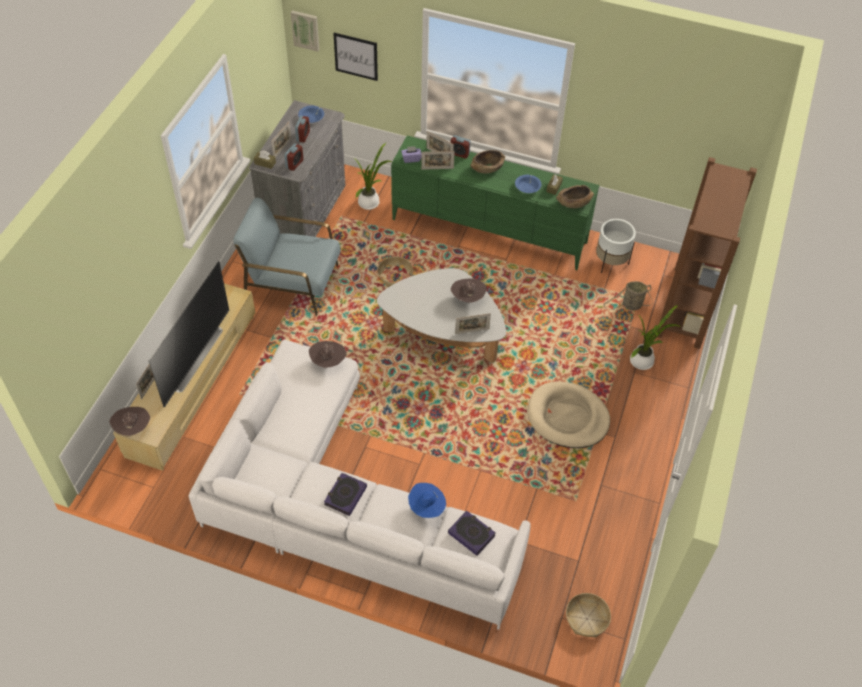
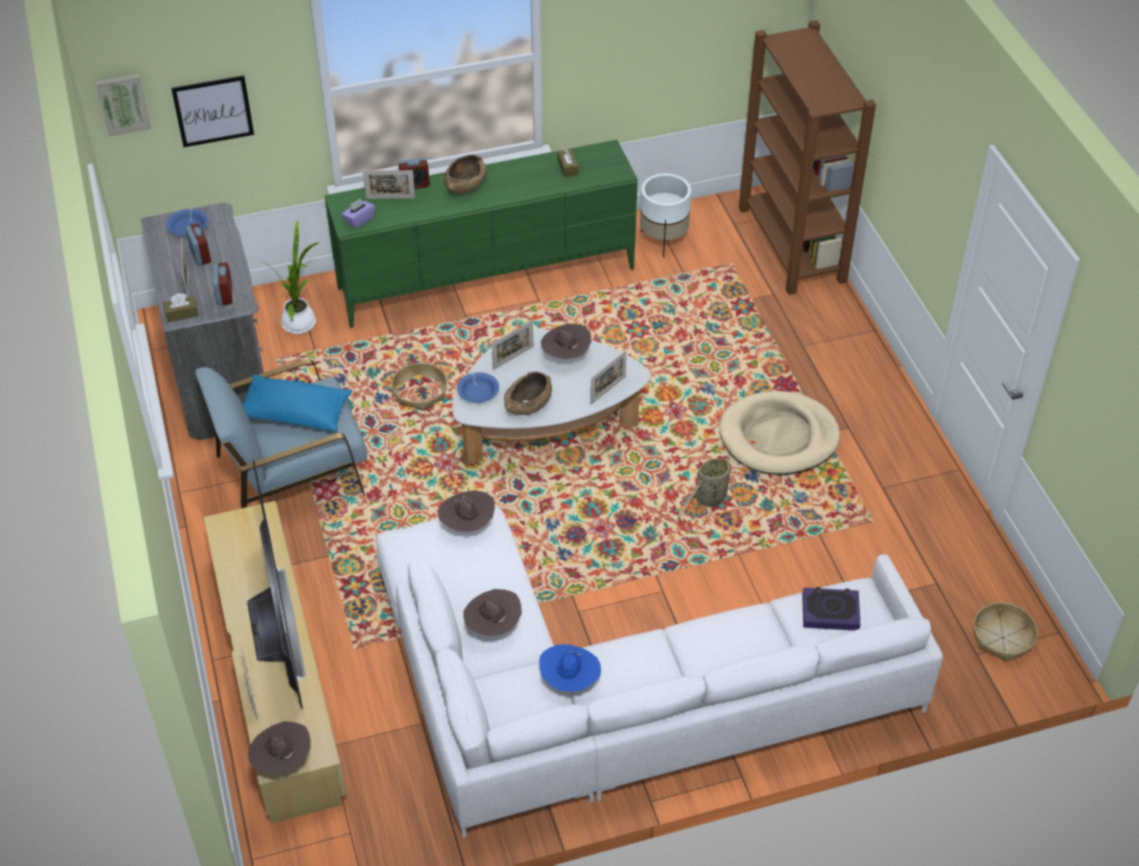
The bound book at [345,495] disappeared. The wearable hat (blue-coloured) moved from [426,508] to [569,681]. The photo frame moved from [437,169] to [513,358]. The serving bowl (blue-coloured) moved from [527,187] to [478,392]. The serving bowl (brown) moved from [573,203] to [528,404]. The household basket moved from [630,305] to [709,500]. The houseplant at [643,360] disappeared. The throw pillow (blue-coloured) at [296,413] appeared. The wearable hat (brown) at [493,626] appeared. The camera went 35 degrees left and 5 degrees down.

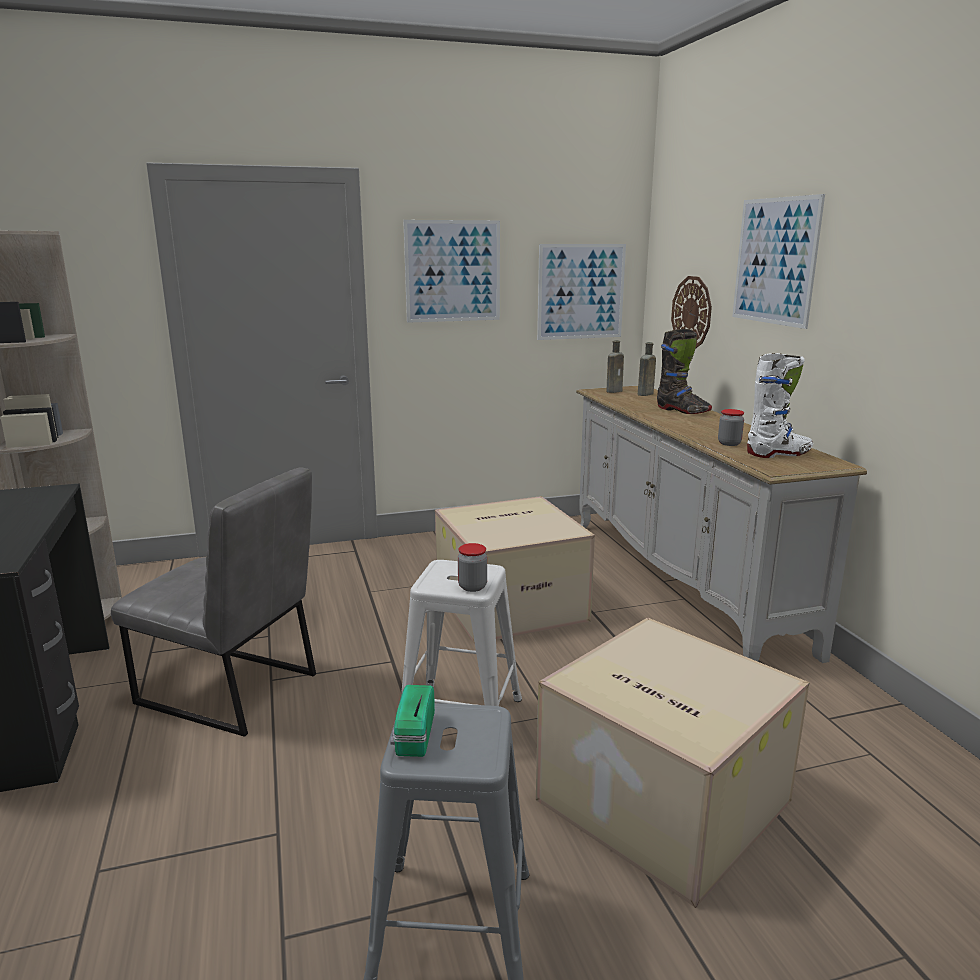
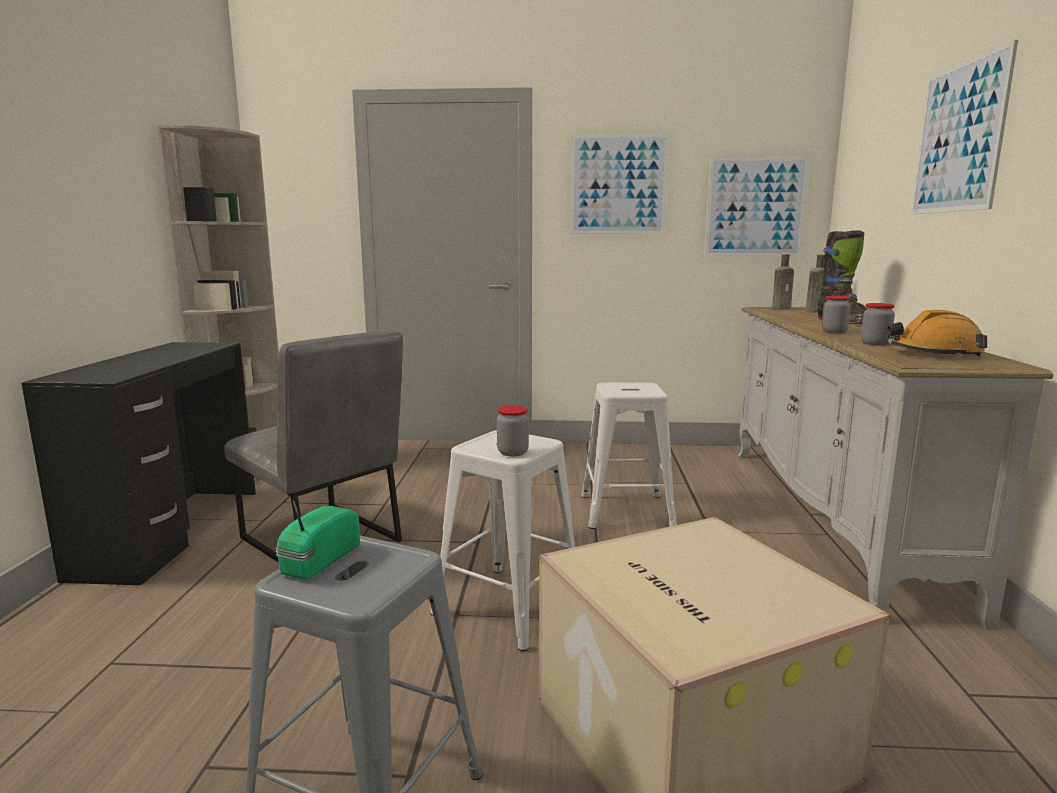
The packing box at [511,604] was replaced by the sitting stool (white) at [626,511]. The clock on the wall at [692,313] disappeared. The boot (white) at [779,454] was replaced by the work helmet (orange) at [933,353]. The jar at [834,332] appeared. The camera went 20 degrees right and 5 degrees down.

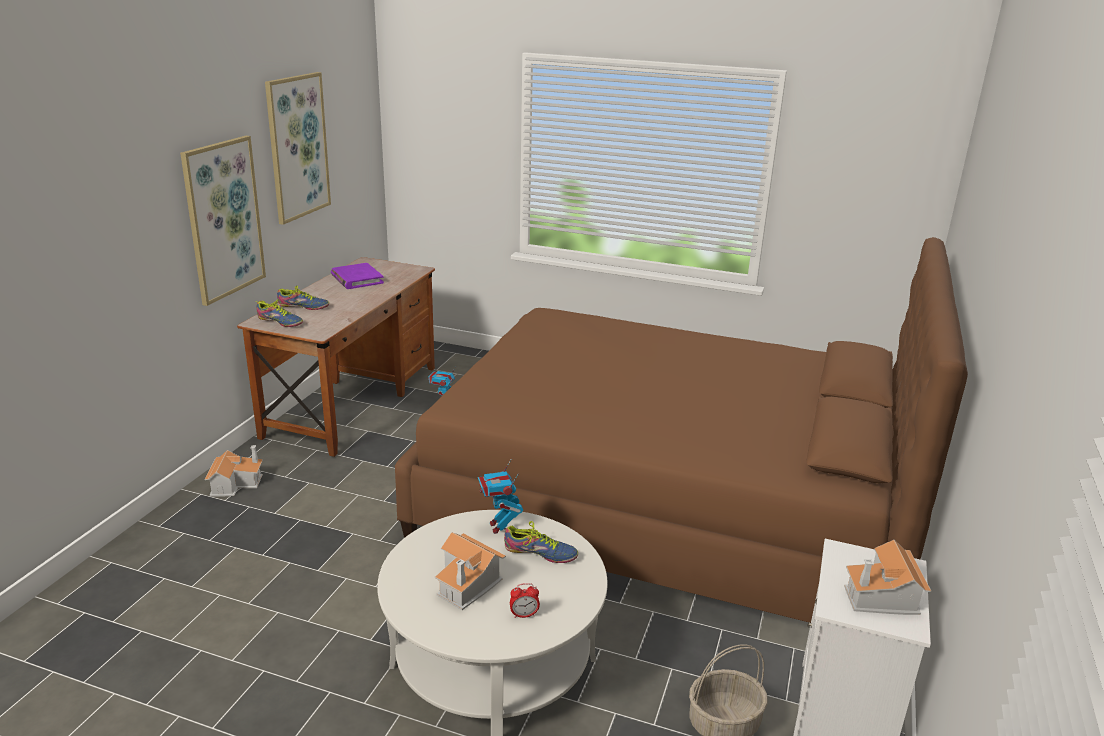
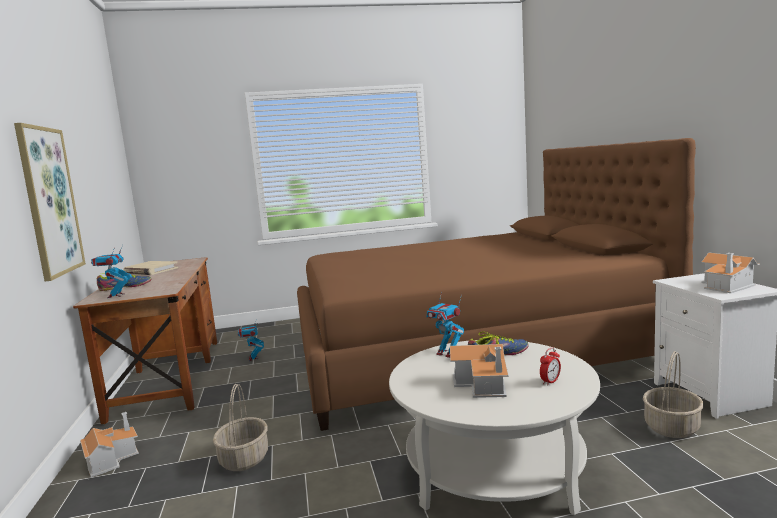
The item of footwear at [280,321] was replaced by the model robot at [116,295]. The wall art at [297,147] disappeared. The bound book (purple) at [356,279] became the bound book (sand-coloured) at [150,271]. The household basket at [244,459] appeared. The camera went 30 degrees left and 15 degrees down.

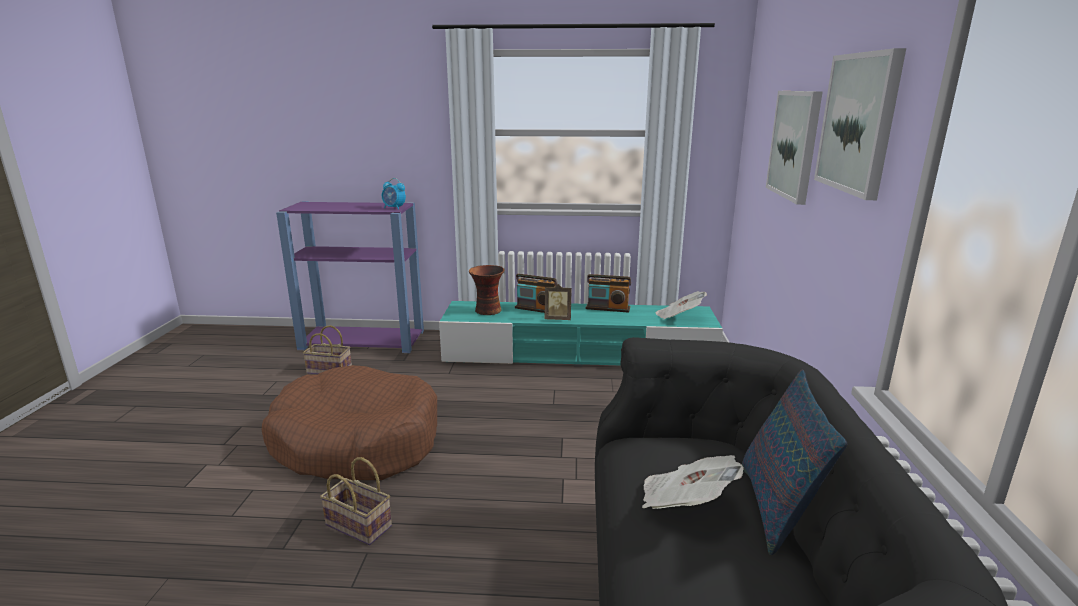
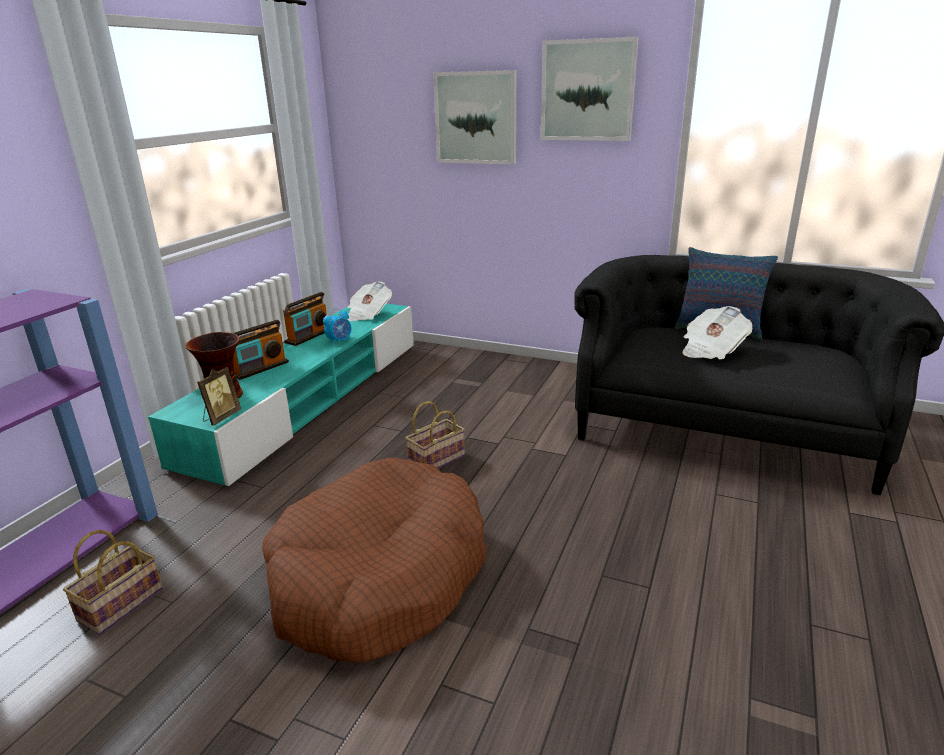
The household basket moved from [361,525] to [437,458]. The bedside clock moved from [394,208] to [339,341]. The photo frame moved from [558,319] to [221,417]. The camera went 70 degrees left and 5 degrees up.

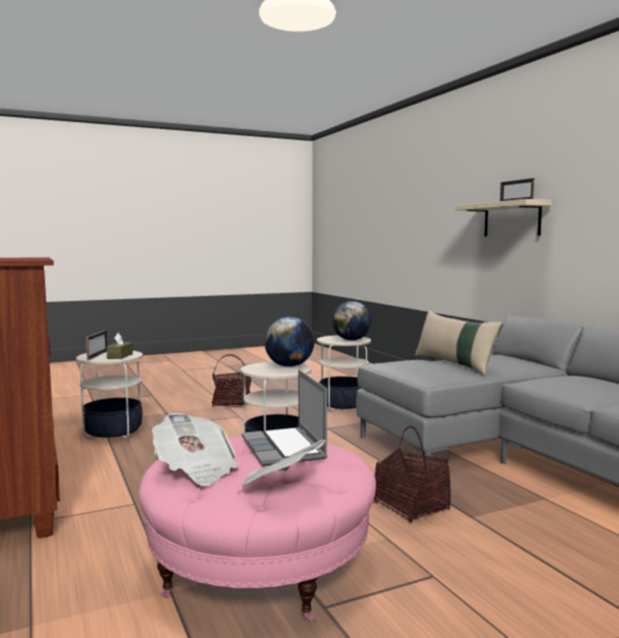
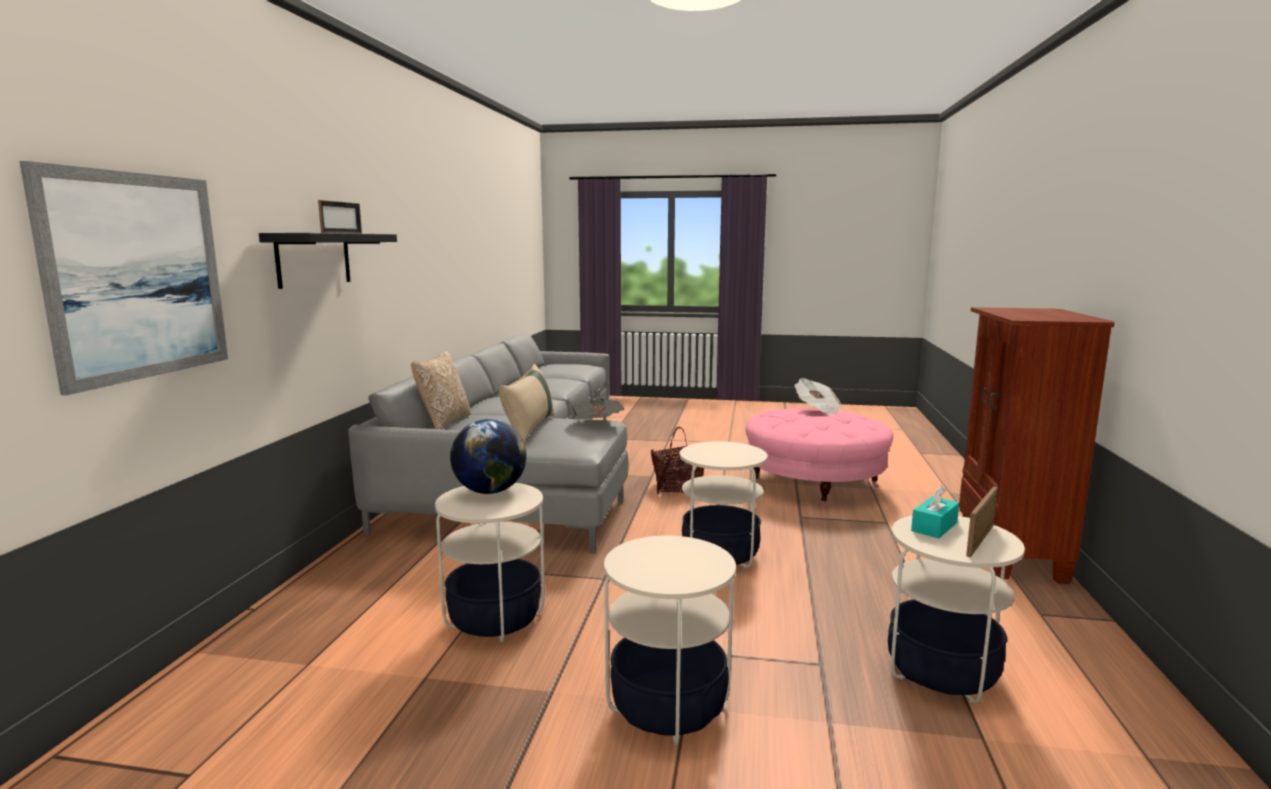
The tissue box (brown) at [120,356] became the tissue box (turquoise-coloured) at [934,527]. The newspaper moved from [195,470] to [597,424]. The household basket at [232,404] was replaced by the accent table (sand-coloured) at [668,709]. The laptop at [284,449] disappeared. The globe at [289,366] disappeared. The bracket shelf (sand-coloured) at [512,219] became the bracket shelf (blackish) at [314,259]. The wall art at [138,276] appeared. The throw pillow at [443,422] appeared. The camera went 145 degrees left and 5 degrees up.

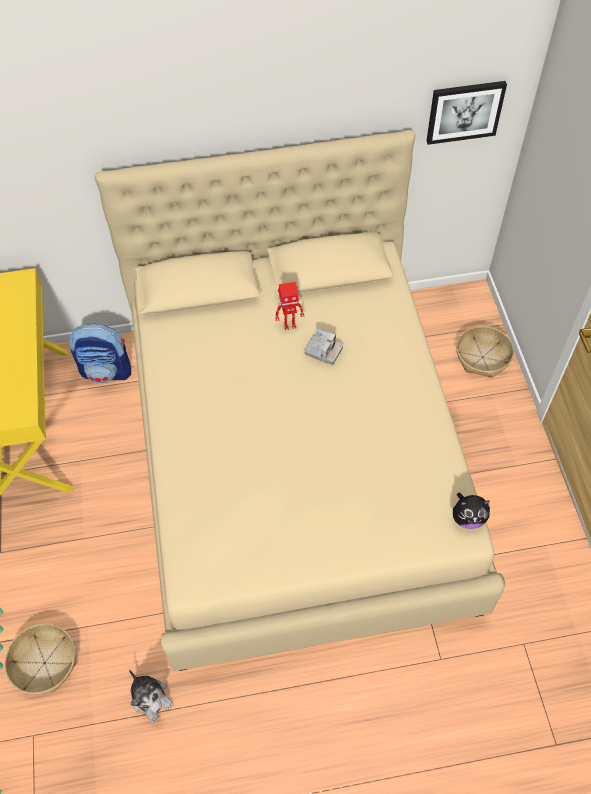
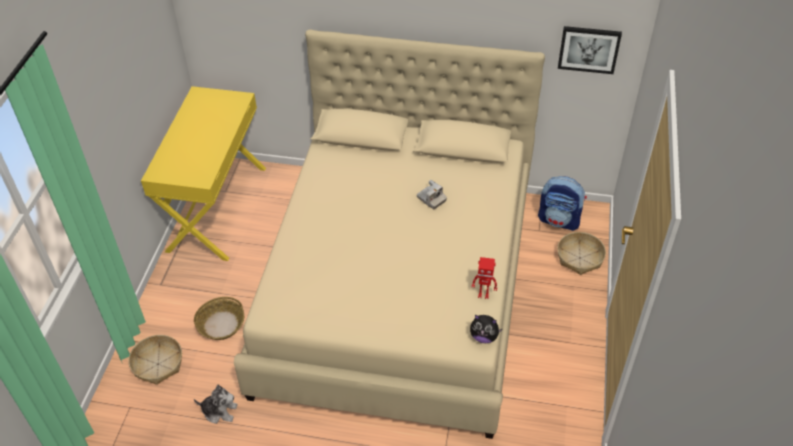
The backpack moved from [107,371] to [559,220]. The cuddly toy at [151,698] turned 60 degrees counterclockwise. The model robot moved from [289,325] to [483,294]. The household basket at [221,324] appeared. The camera went 20 degrees right and 10 degrees down.

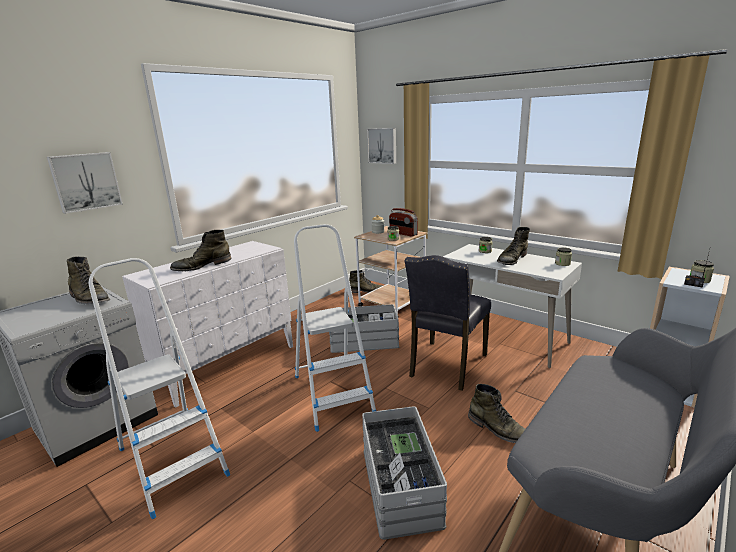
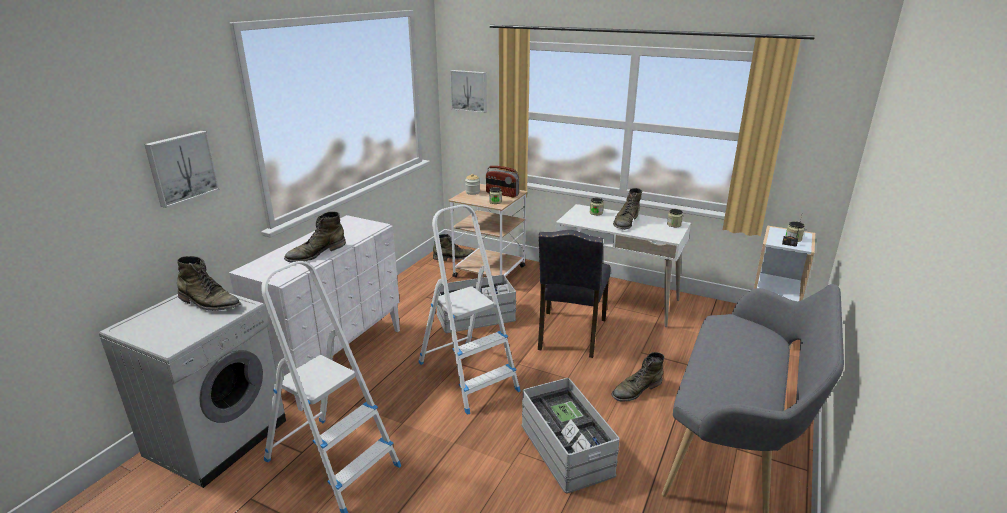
The boot (greenish) at [499,429] turned 120 degrees clockwise. The camera went 15 degrees left and 5 degrees up.

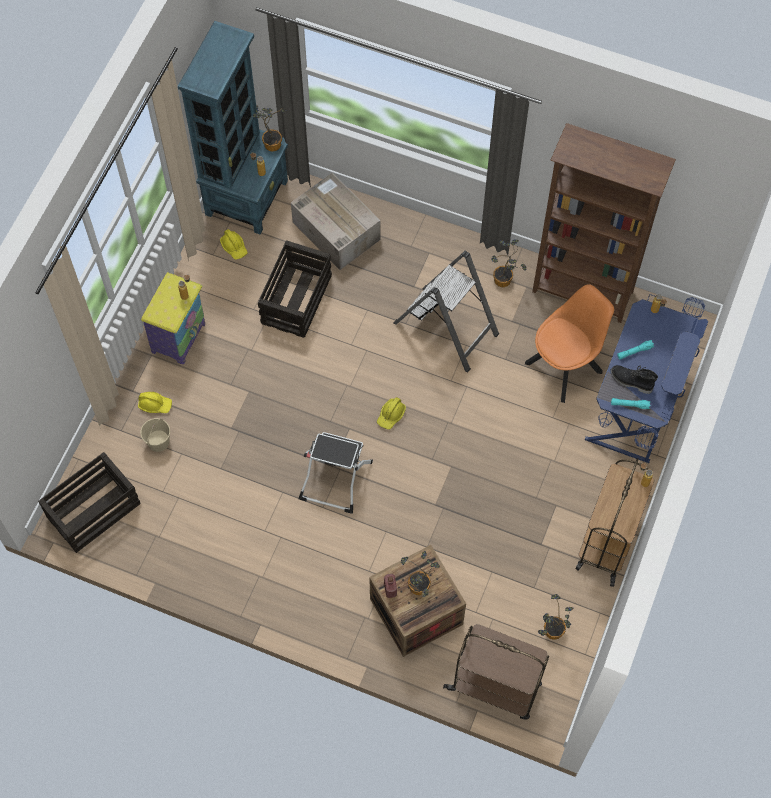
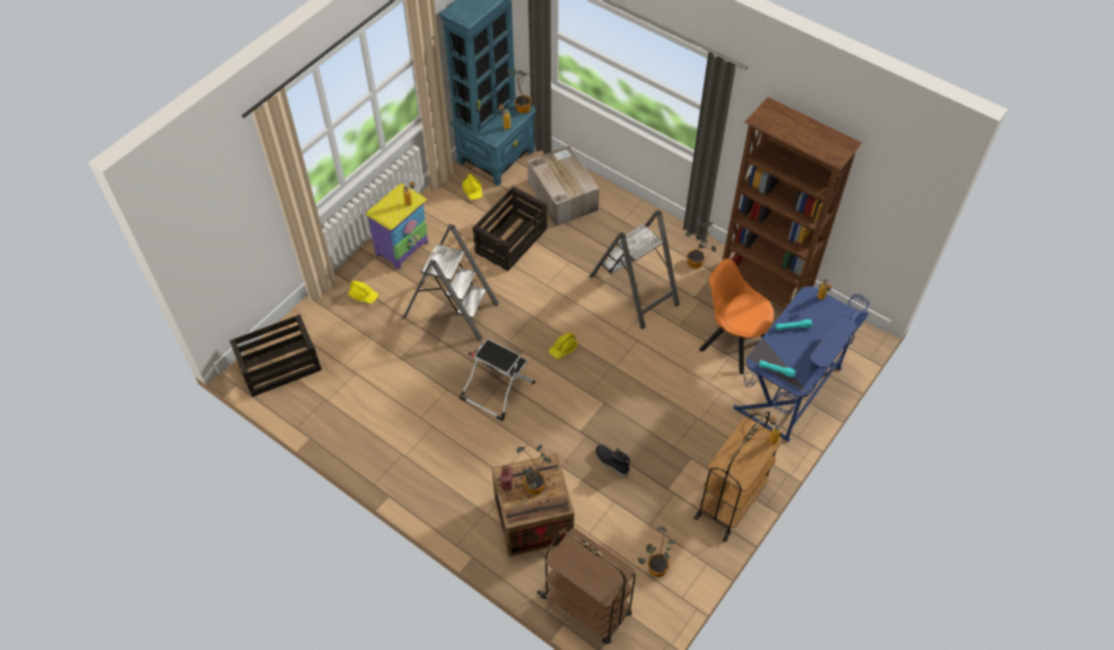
The bucket (sand-coloured) at [158,441] disappeared. The chair (orange) at [565,366] turned 120 degrees counterclockwise. The boot (blackish) moved from [631,382] to [611,462]. The stepladder (gray) at [449,309] appeared. The camera went 15 degrees right and 10 degrees down.

